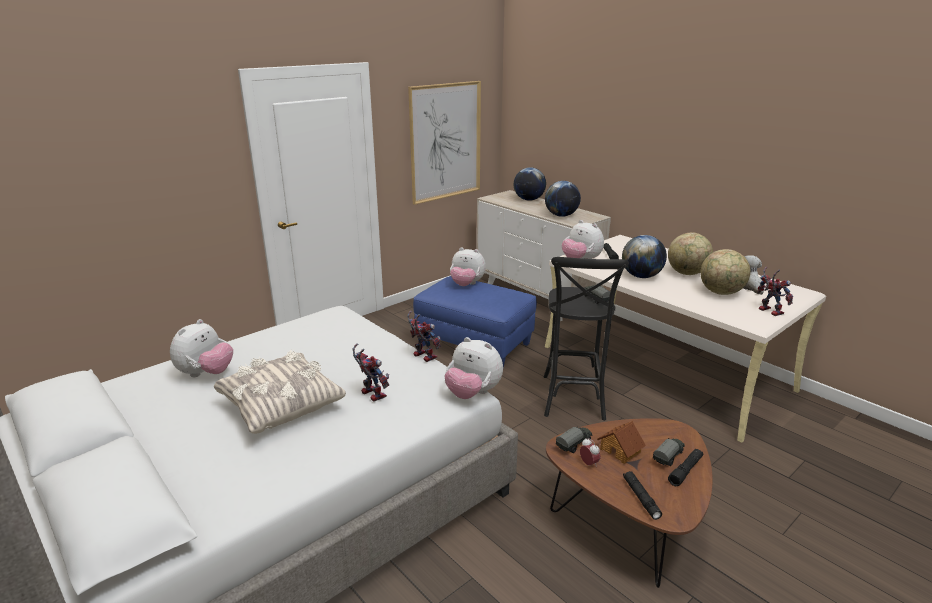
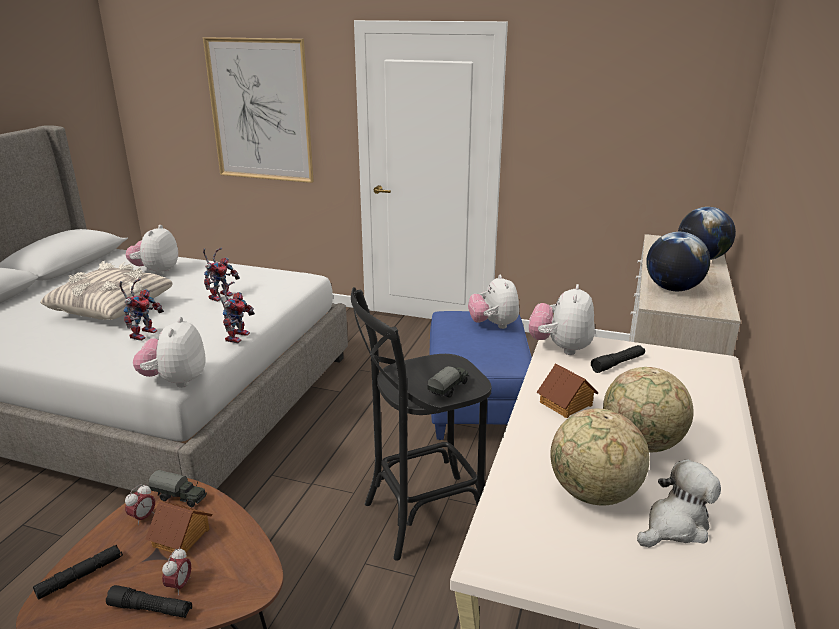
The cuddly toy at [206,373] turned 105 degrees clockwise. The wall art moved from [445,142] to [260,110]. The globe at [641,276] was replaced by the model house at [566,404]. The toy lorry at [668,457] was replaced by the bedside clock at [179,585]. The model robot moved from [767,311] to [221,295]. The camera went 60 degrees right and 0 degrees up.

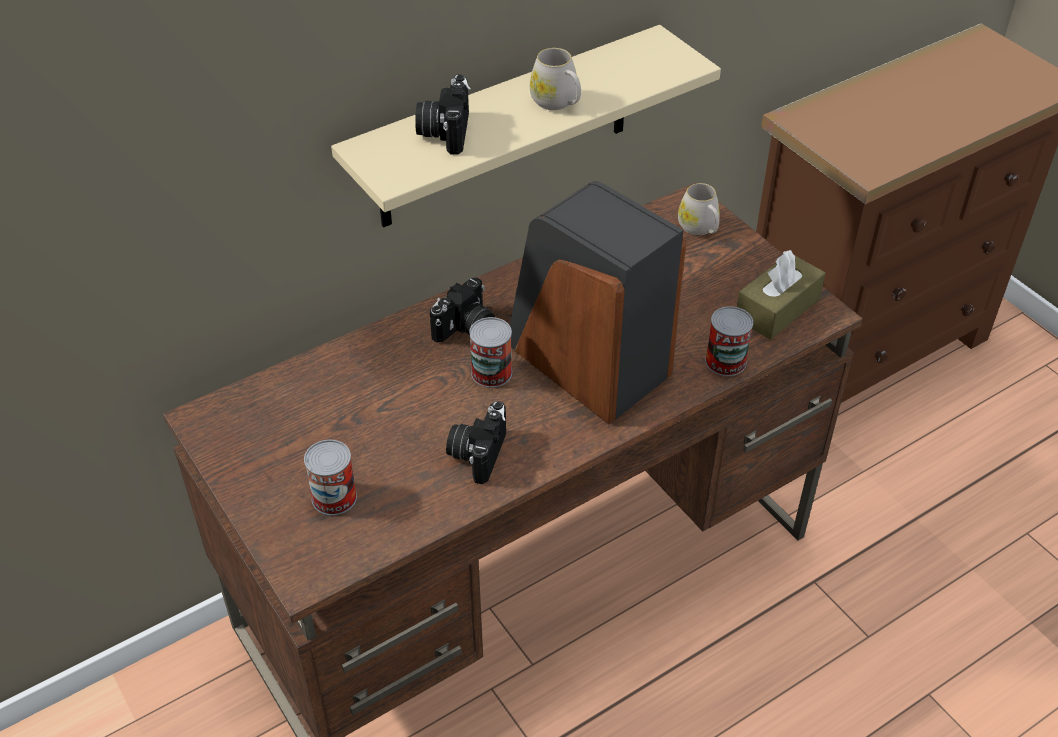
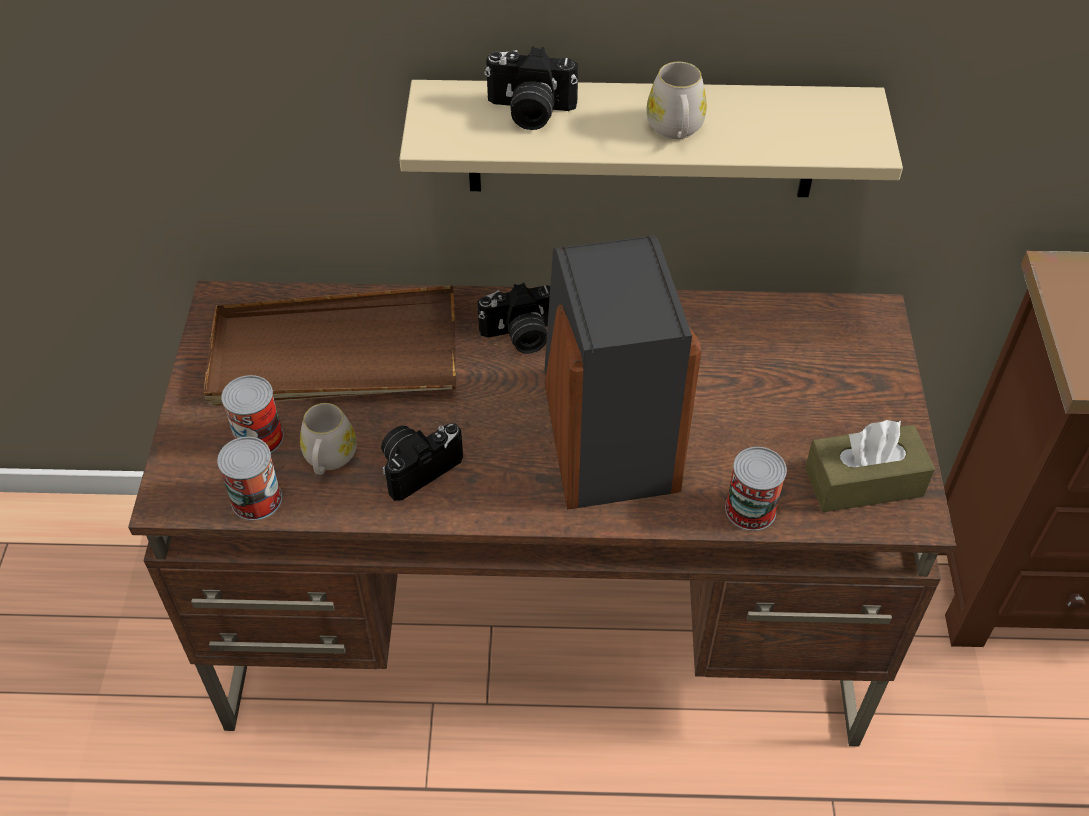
The still camera at [444,131] turned 120 degrees counterclockwise. The sealed can moved from [491,372] to [256,499]. The coffee mug (white) moved from [700,228] to [329,459]. The carrying tray (brown) at [334,355] appeared. The camera went 35 degrees right and 5 degrees up.

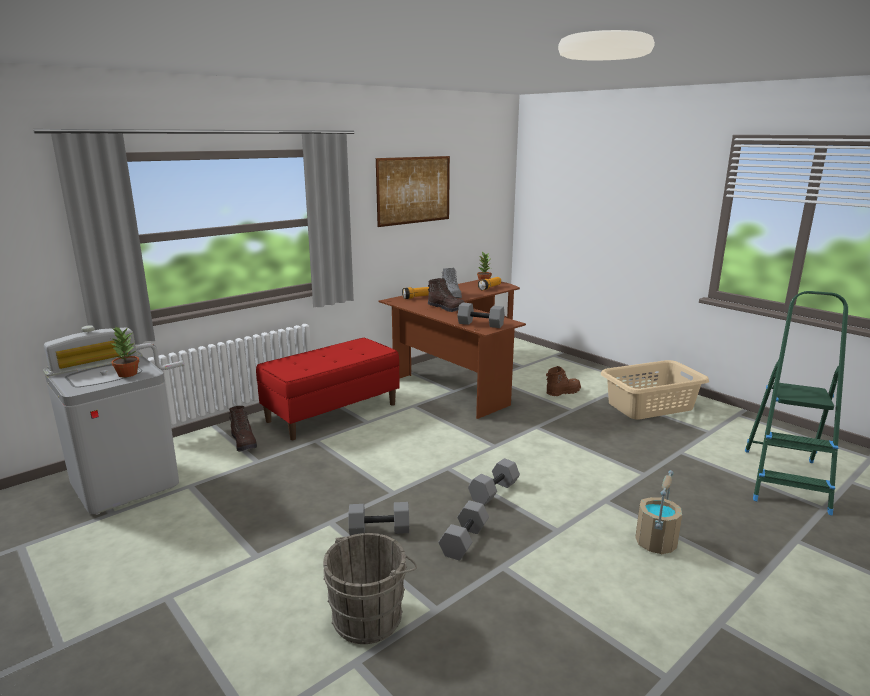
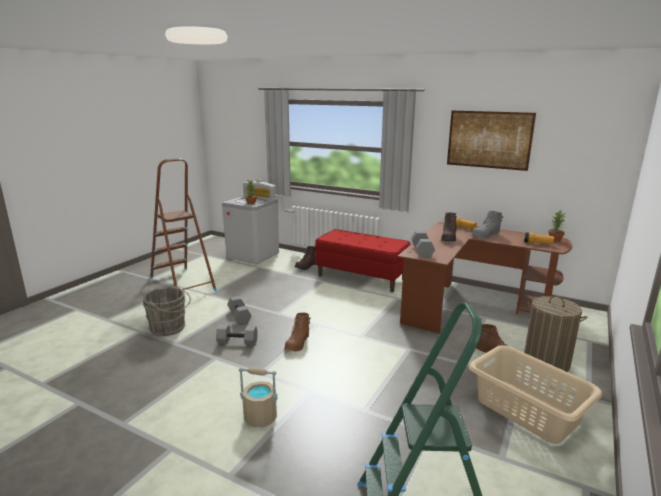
The free weight (gray) at [493,490] was replaced by the boot (brown) at [298,343]. The stepladder (brown) at [182,283] appeared. The washing basket at [546,362] appeared. The camera went 70 degrees right and 0 degrees up.

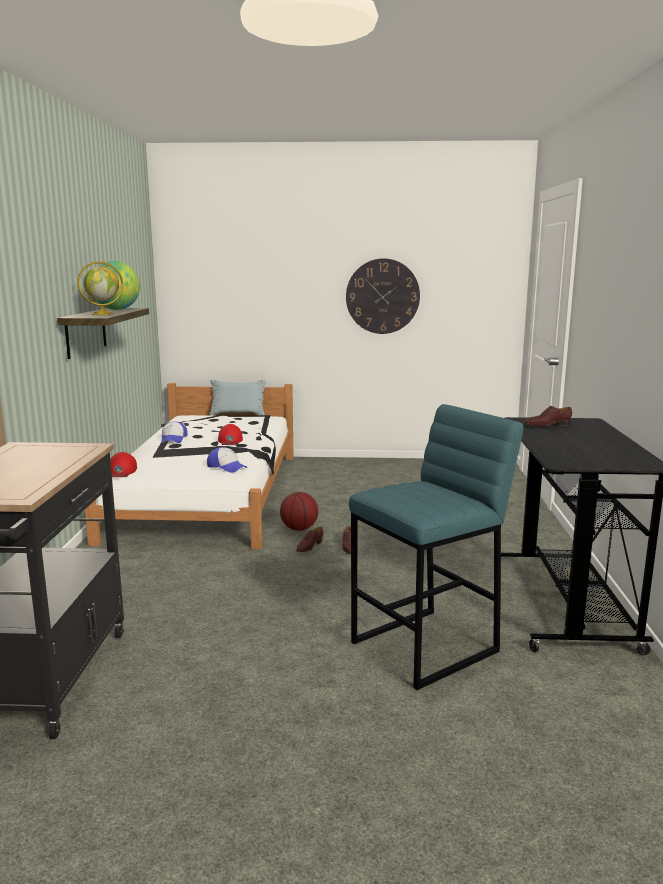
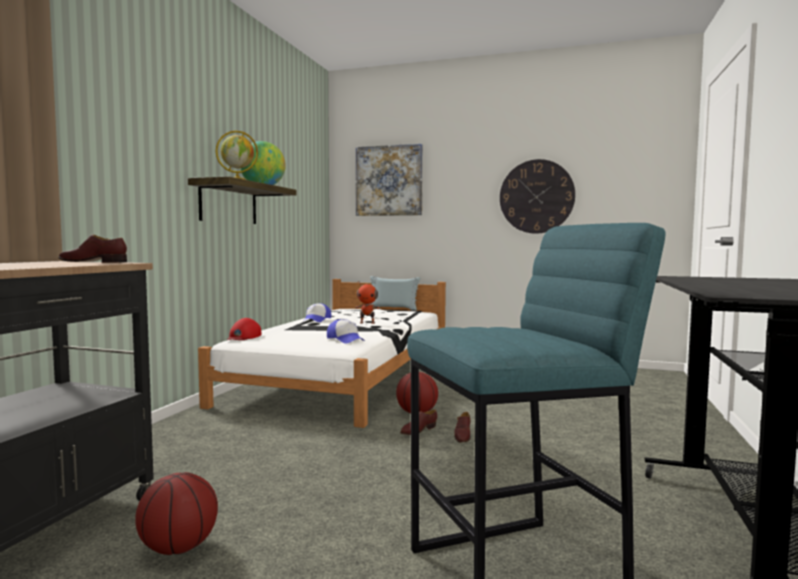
The baseball cap (reddish) at [230,440] was replaced by the model robot at [367,323]. The item of footwear (brown) moved from [547,425] to [93,262]. The basketball at [178,548] appeared. The wall art at [389,181] appeared. The camera went 15 degrees right and 10 degrees down.

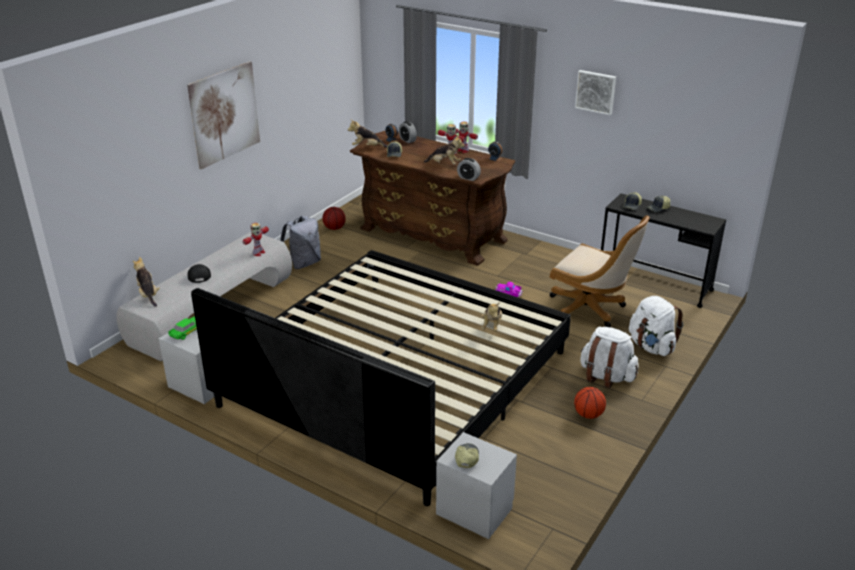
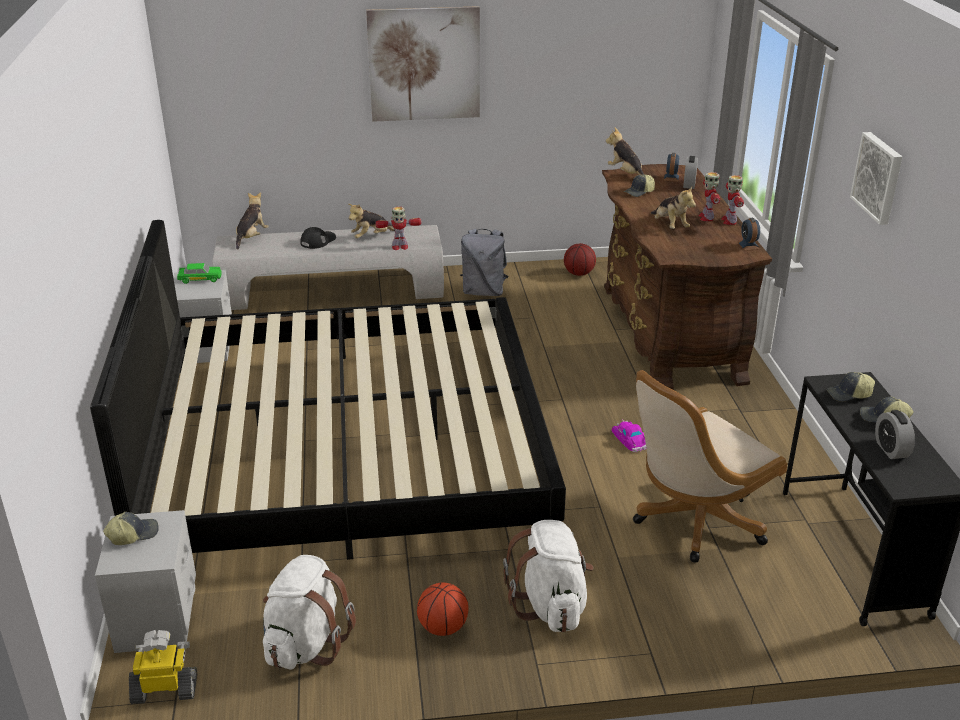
The bedside clock moved from [468,178] to [891,450]. The cuddly toy moved from [492,325] to [371,237]. The desk chair at [591,310] turned 60 degrees clockwise. The backpack (white) moved from [651,346] to [306,644]. The model robot at [165,689] appeared. The camera went 50 degrees right and 0 degrees up.

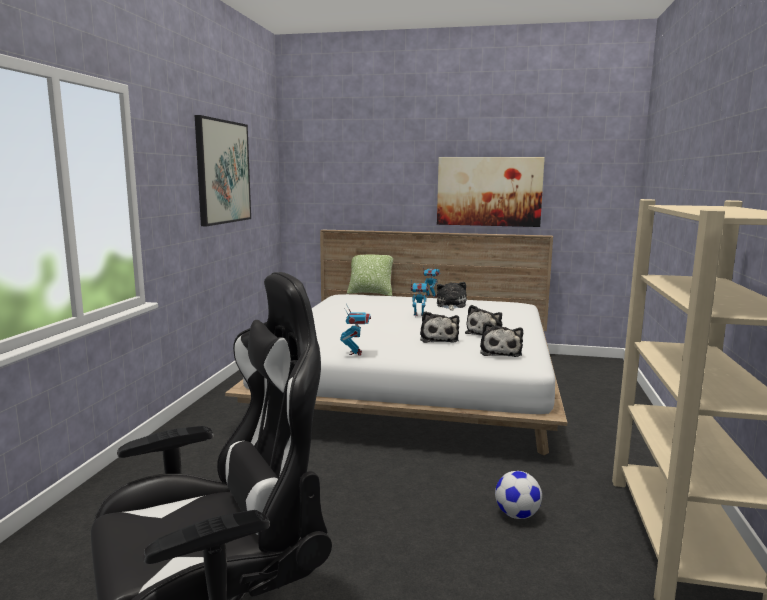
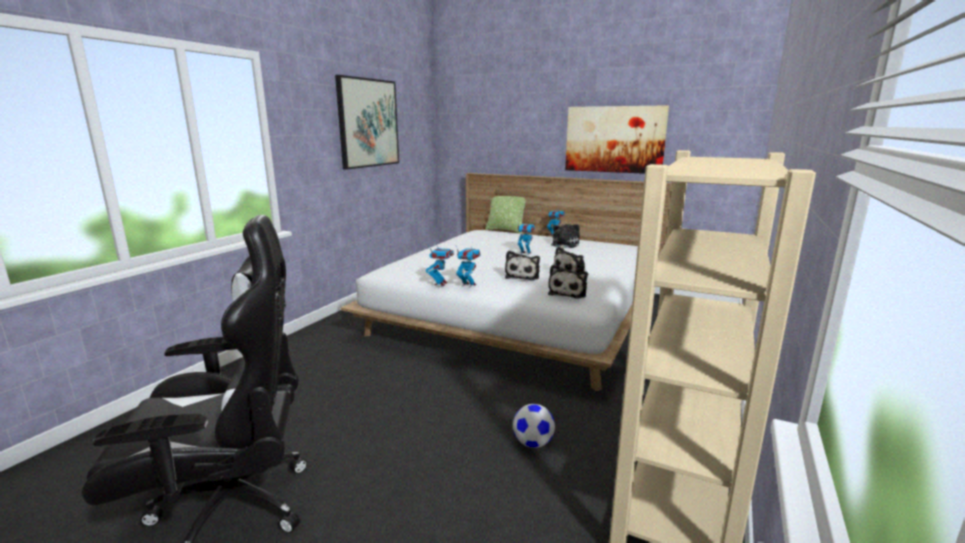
The model robot at [468,285] appeared. The camera went 15 degrees right and 5 degrees up.

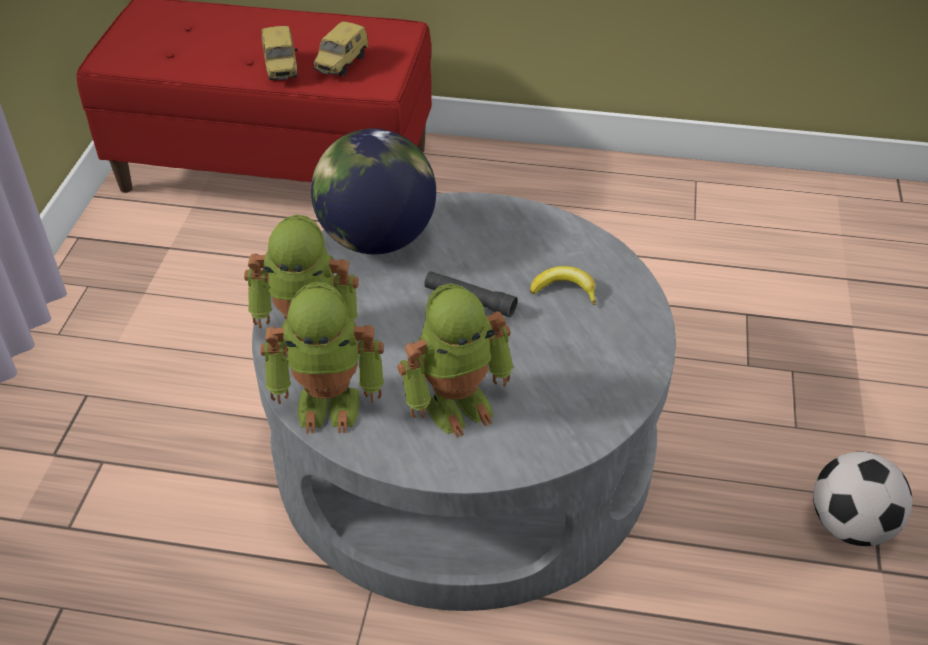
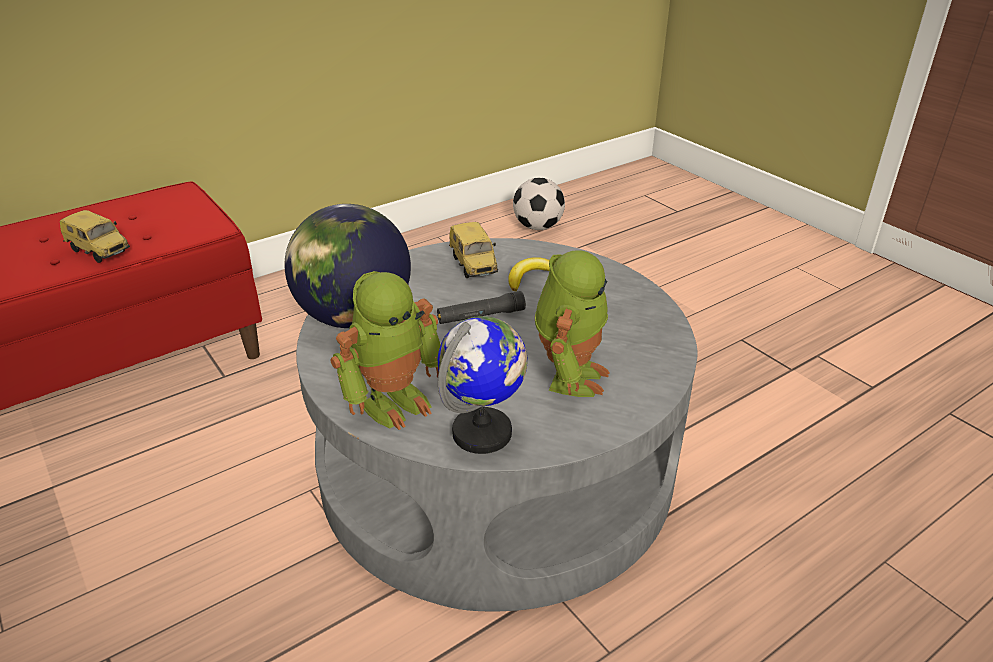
The model robot at [330,402] was replaced by the globe at [483,433]. The miniature car moved from [342,65] to [475,266]. The ball for football moved from [850,525] to [538,227]. The camera went 45 degrees left and 10 degrees down.

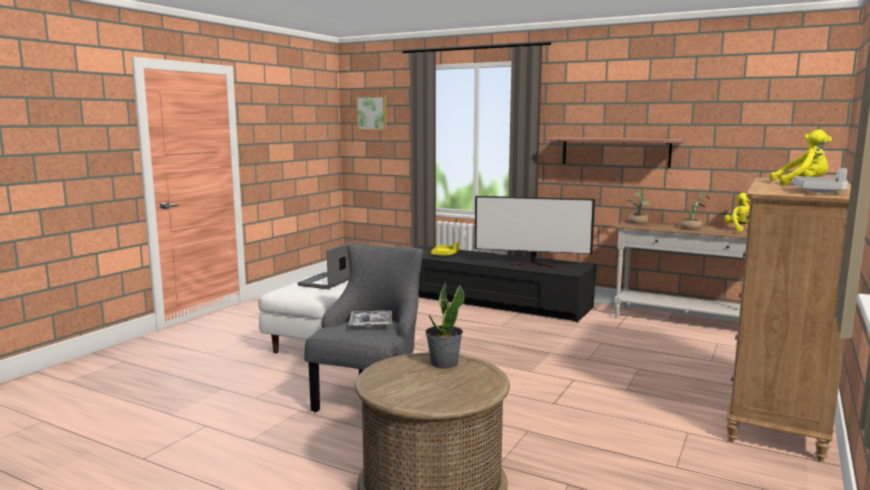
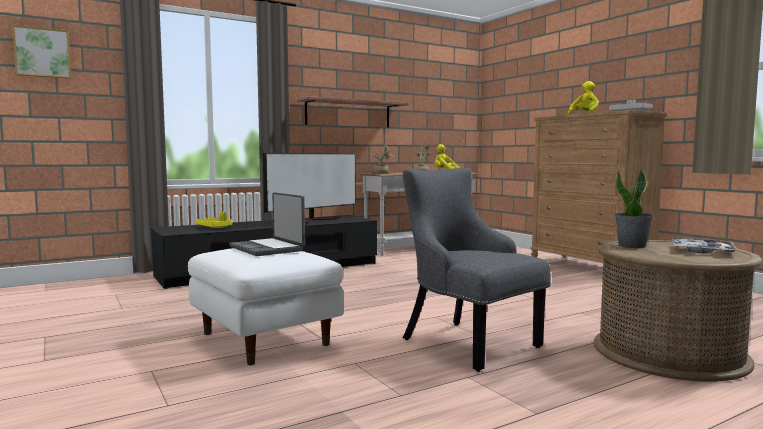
The carrying tray moved from [371,323] to [702,251]. The camera went 60 degrees left and 5 degrees down.

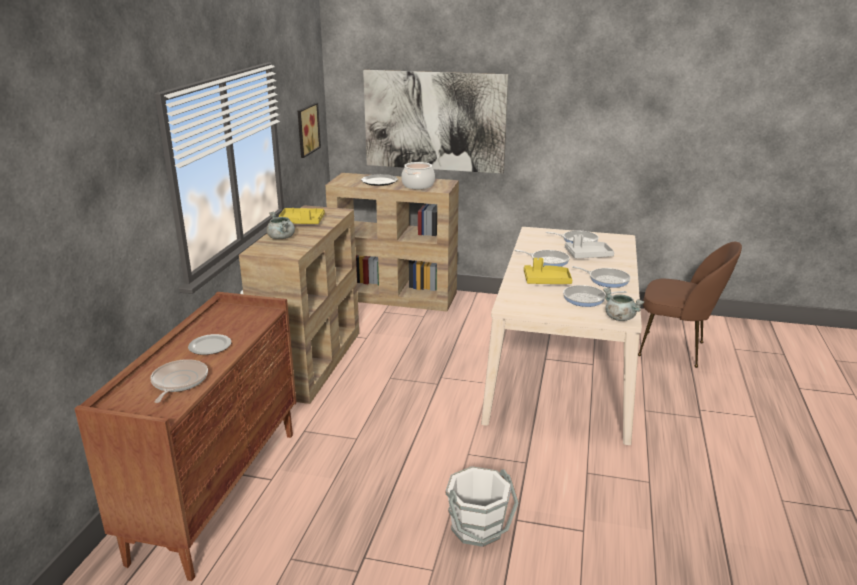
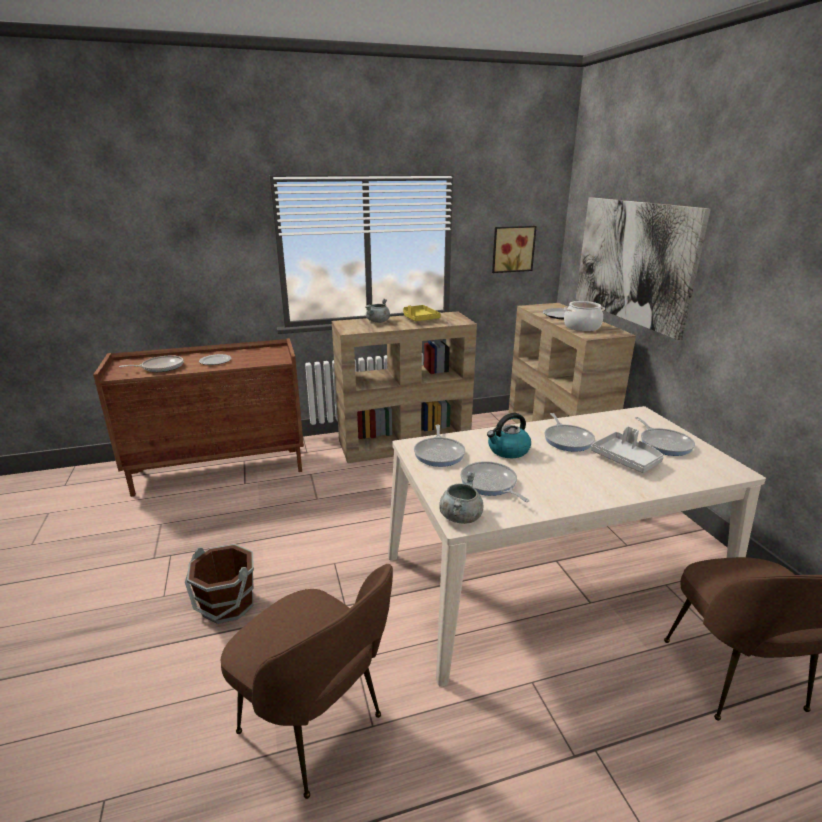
The bucket (white) at [478,528] became the bucket (brown) at [227,604]. The carrying tray (yellow-coloured) at [546,281] was replaced by the tea kettle at [508,450]. The frying pan moved from [606,280] to [439,453]. The chair (brown) at [318,732] appeared. The camera went 60 degrees right and 0 degrees up.

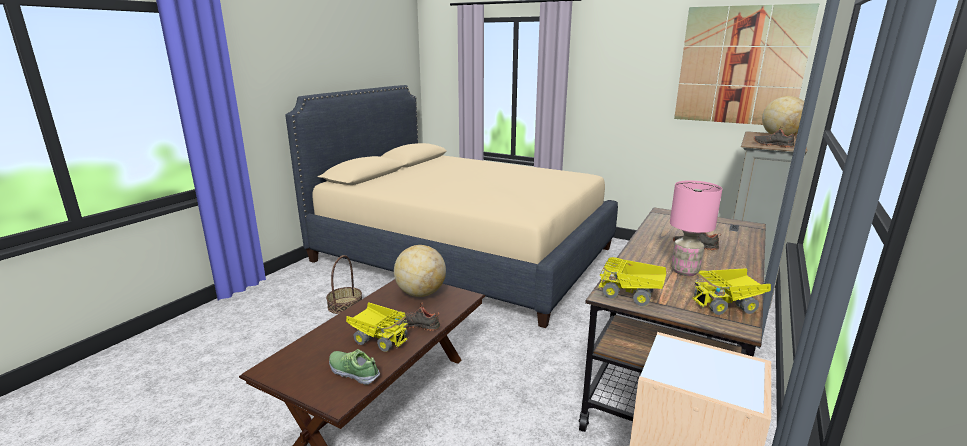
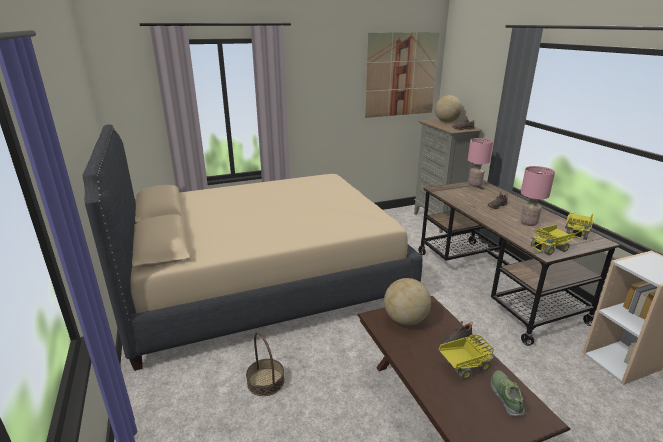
The item of footwear at [354,372] turned 105 degrees clockwise. The tabletop lamp (pink) at [474,185] appeared. The camera went 50 degrees left and 5 degrees up.

